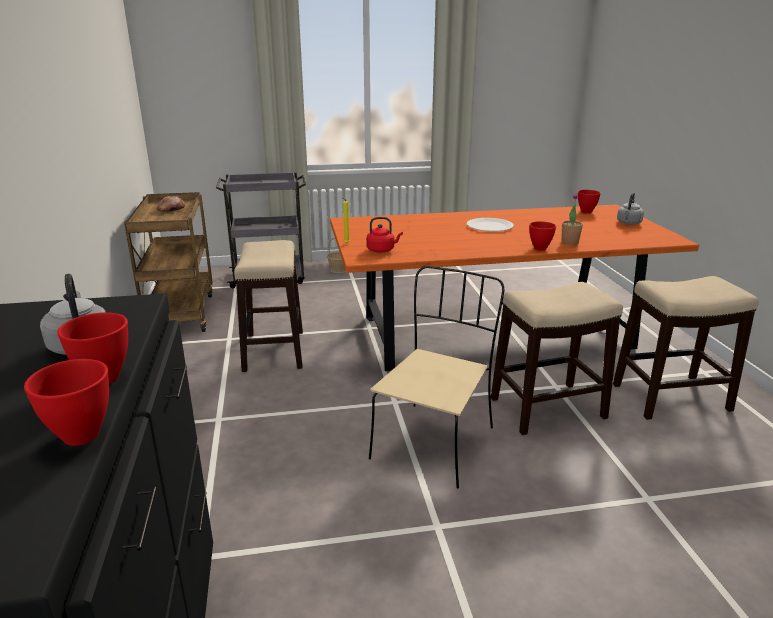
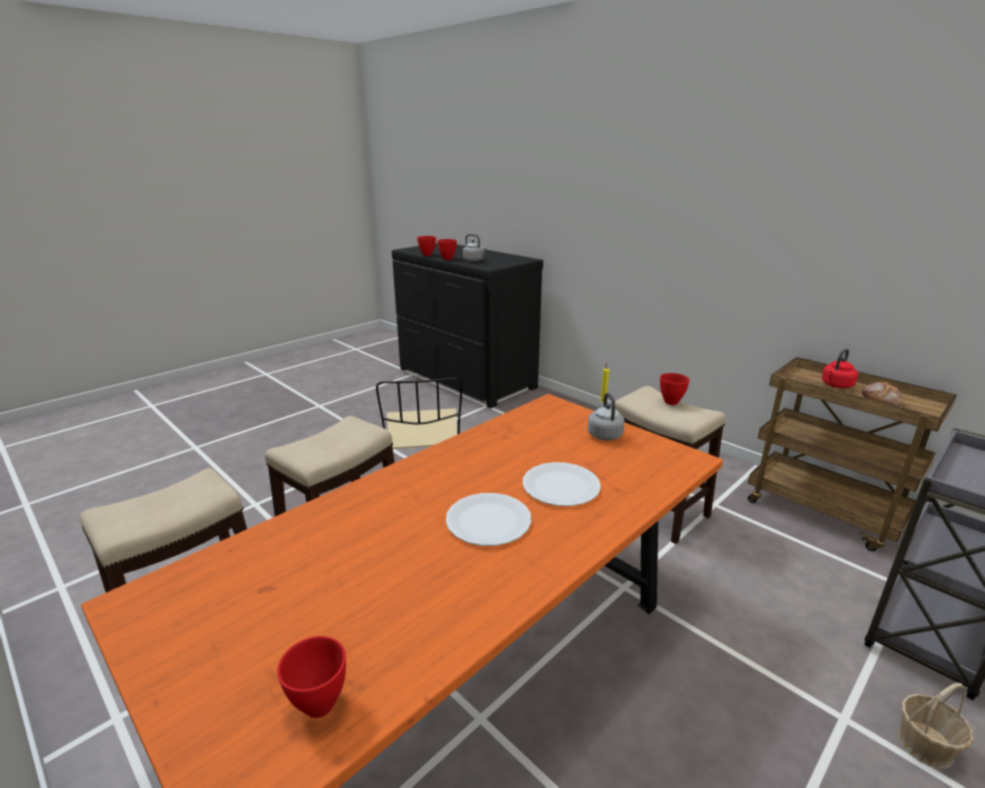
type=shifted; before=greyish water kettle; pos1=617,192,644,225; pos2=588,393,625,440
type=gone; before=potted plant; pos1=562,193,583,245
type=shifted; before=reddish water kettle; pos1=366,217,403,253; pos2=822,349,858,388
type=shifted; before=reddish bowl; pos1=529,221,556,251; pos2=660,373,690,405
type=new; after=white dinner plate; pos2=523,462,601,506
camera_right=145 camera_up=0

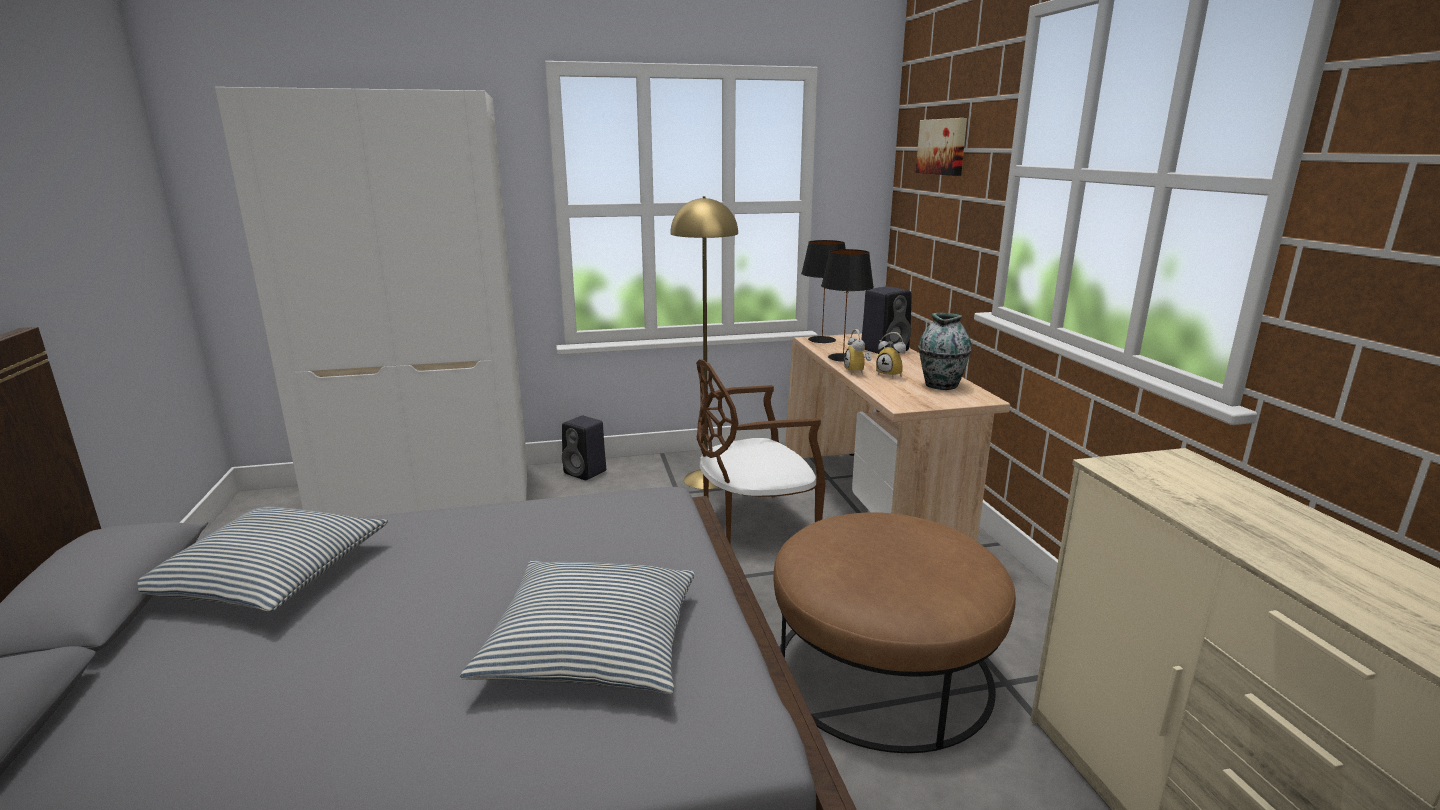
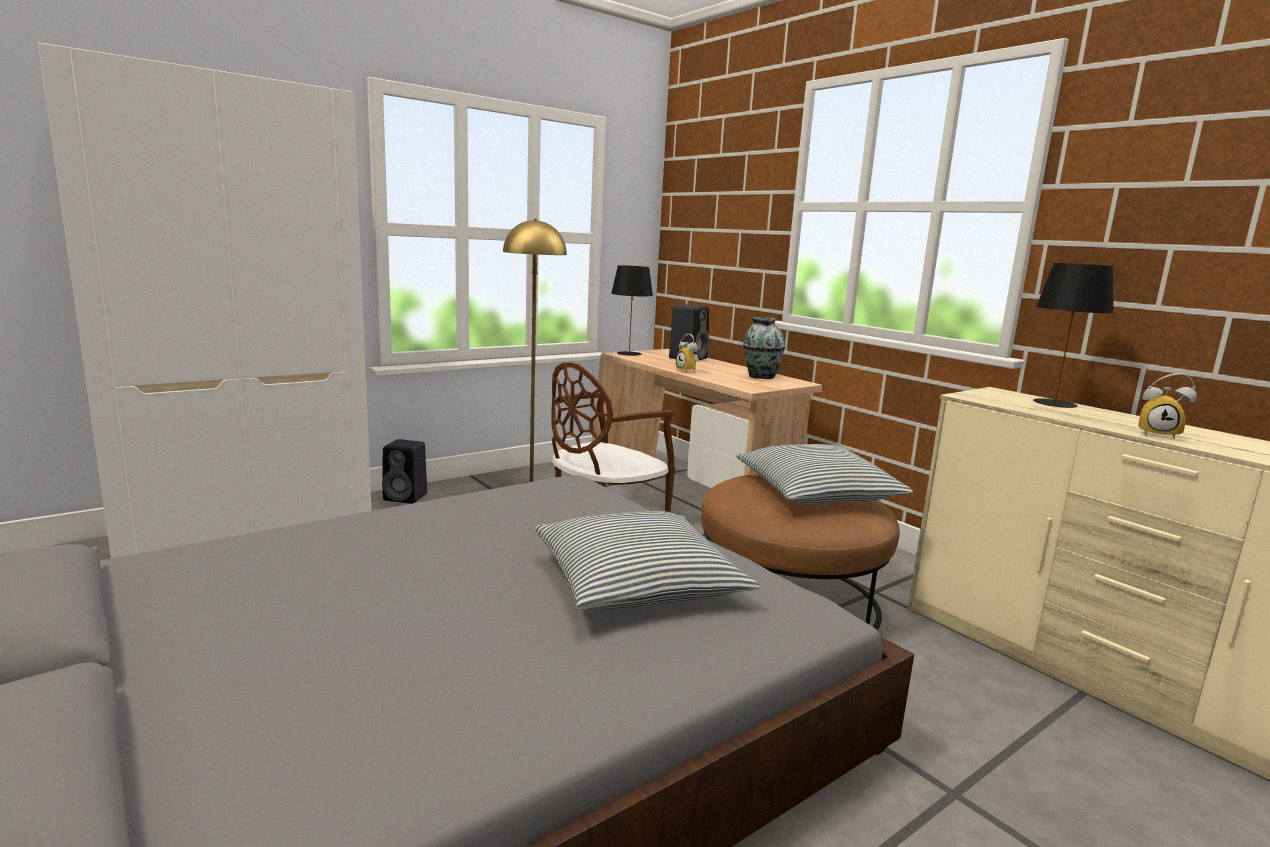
type=gone; before=wall picture; pos1=916,118,967,176
type=shifted; before=black lamp for a table; pos1=821,249,874,362; pos2=1033,263,1114,408
type=shifted; before=bedside clock; pos1=876,332,906,378; pos2=1138,373,1197,439
type=shifted; before=cushion; pos1=138,507,388,612; pos2=736,444,913,505
camera_right=-25 camera_up=-5

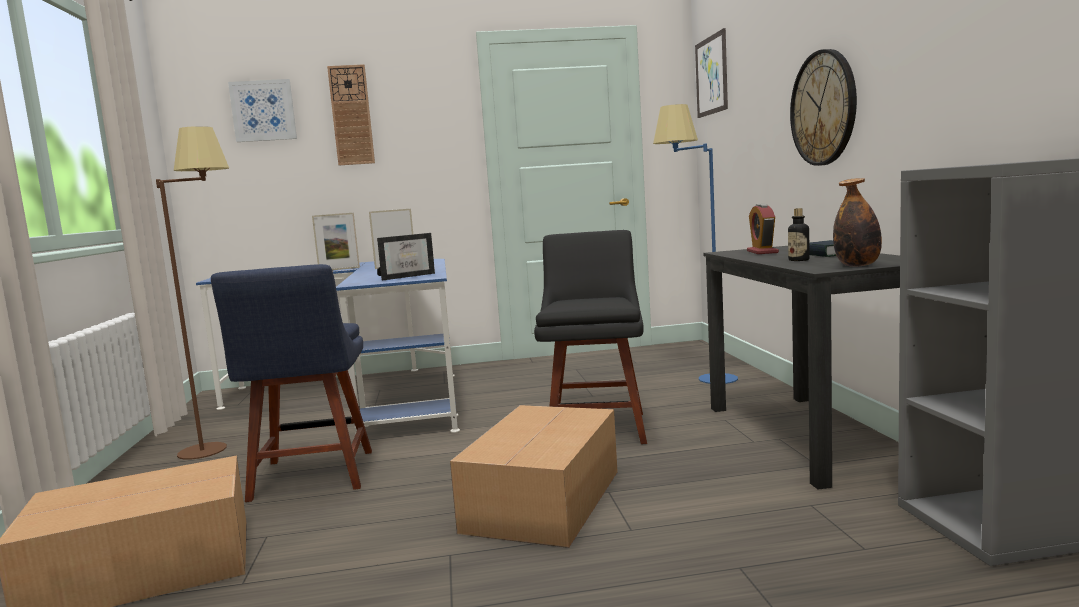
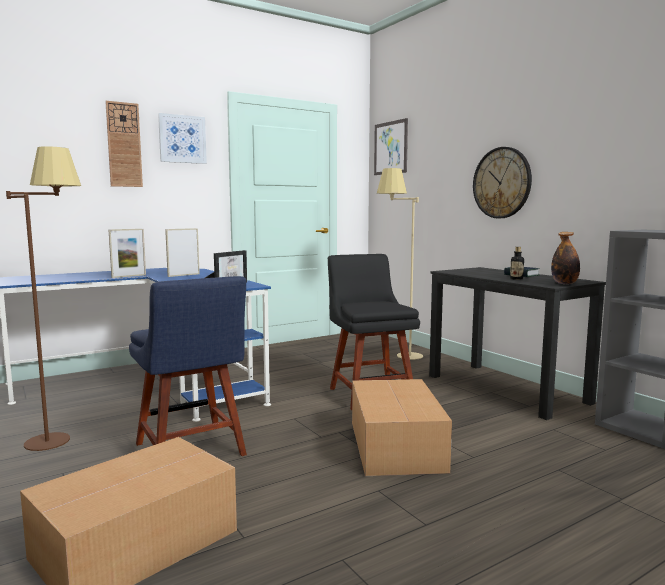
type=shifted; before=wall picture; pos1=228,79,297,142; pos2=158,113,207,164
type=repainted; before=blue standard lamp; after=sand-coloured standard lamp; pos1=653,104,738,384; pos2=377,168,423,360
type=gone; before=bedside clock; pos1=747,203,779,254
camera_right=-25 camera_up=0

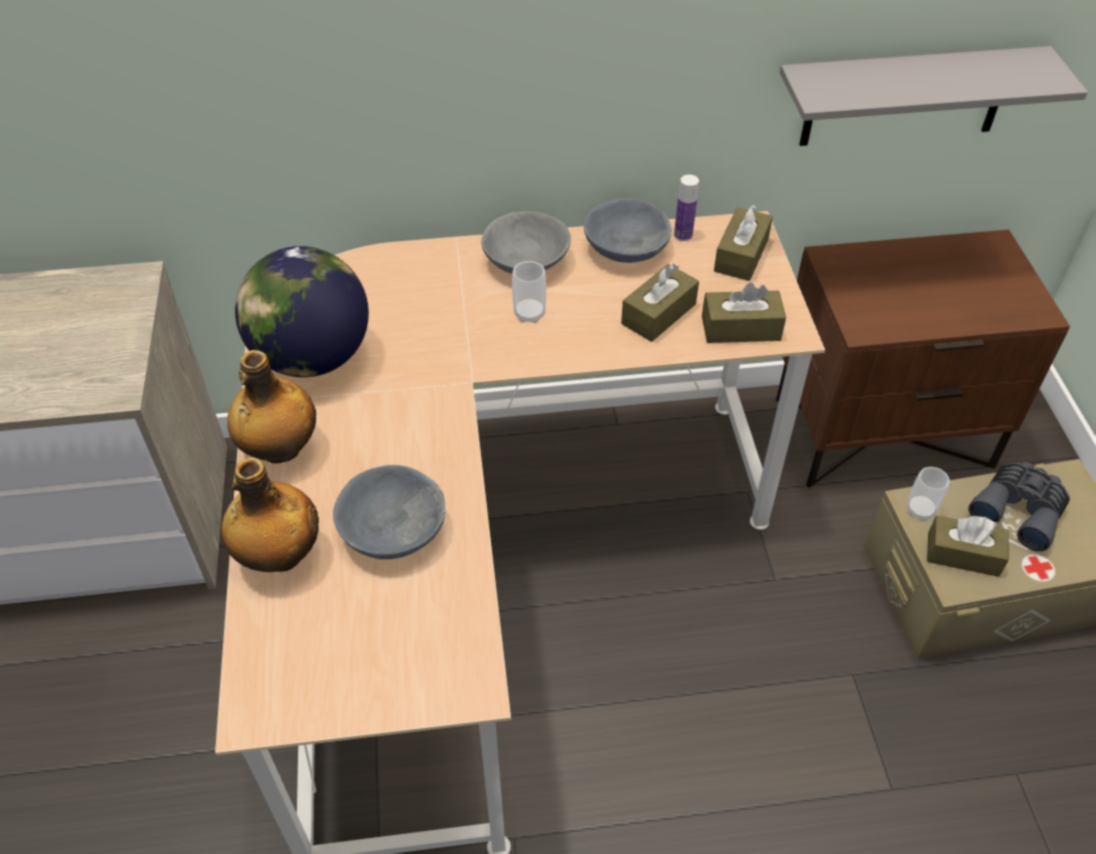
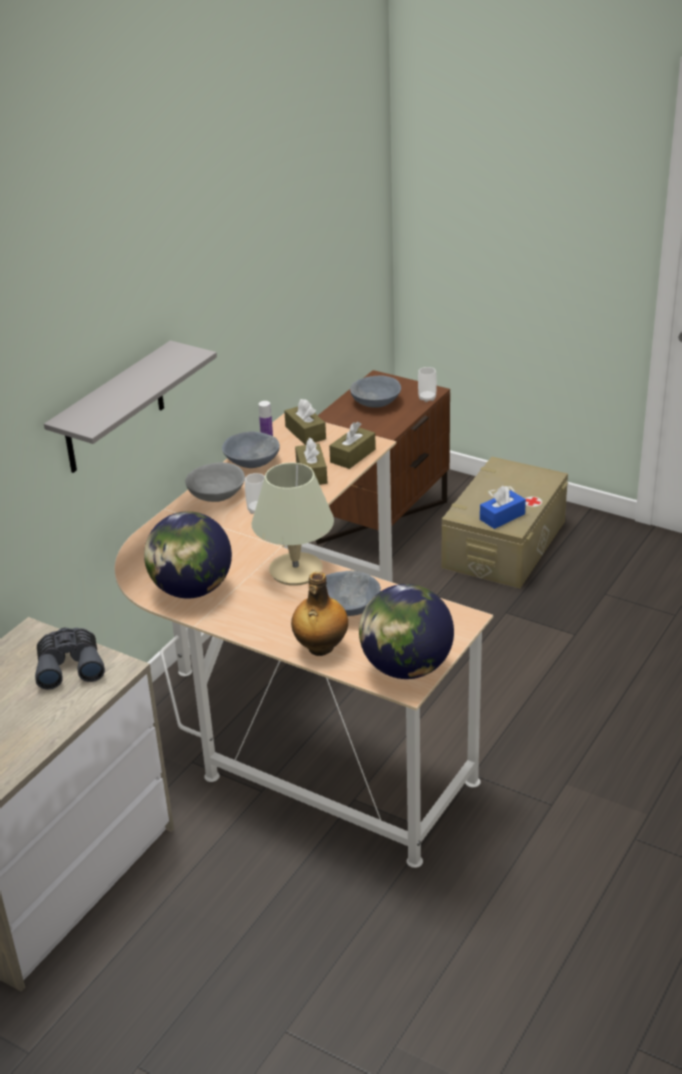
type=shifted; before=greyish wall shelf; pos1=780,46,1088,146; pos2=44,340,217,473
type=gone; before=drink bottle; pos1=227,350,316,463
type=shifted; before=greyish binoculars; pos1=968,462,1070,552; pos2=35,628,105,690
type=shifted; before=small cup; pos1=907,467,950,521; pos2=418,367,437,402
type=repainted; before=brown box of tissues; after=blue box of tissues; pos1=927,515,1009,577; pos2=480,486,526,529
type=new; after=greyish bowl; pos2=350,375,401,408
type=new; after=sand-coloured lamp for a table; pos2=251,463,334,586
type=new; after=globe; pos2=359,584,454,679
camera_right=-50 camera_up=-15

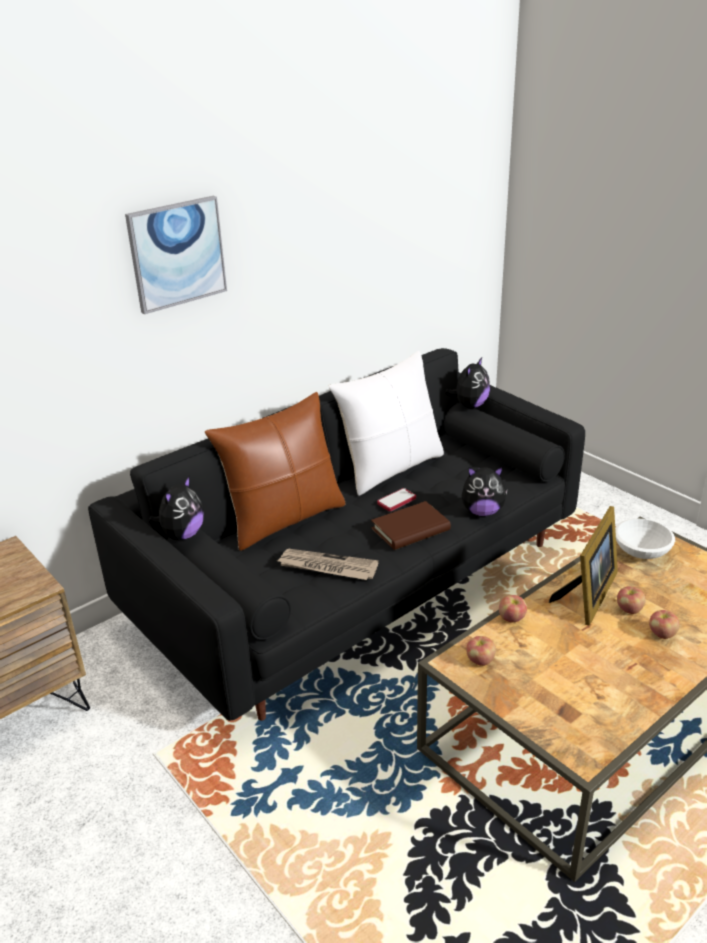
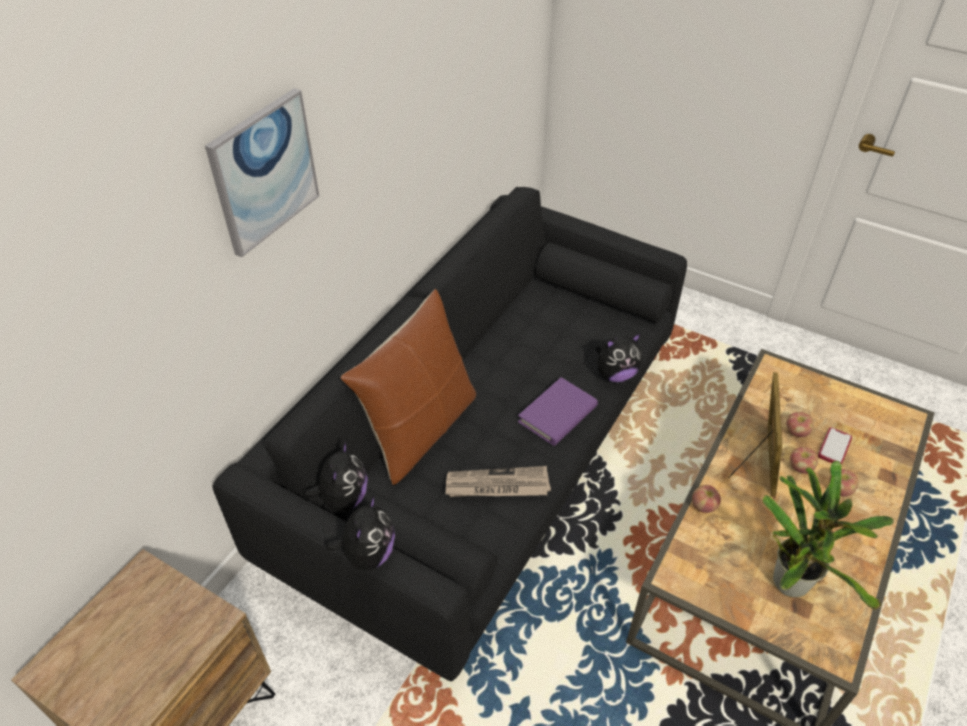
type=gone; before=white cushion; pos1=329,351,444,496
type=shifted; before=soft toy; pos1=446,357,490,408; pos2=326,495,395,570
type=shifted; before=telephone; pos1=377,488,416,511; pos2=818,427,852,465
type=repainted; before=brown book; after=purple-coloured book; pos1=371,501,451,550; pos2=518,377,598,446
type=gone; before=white bowl; pos1=615,519,675,559
type=shifted; before=whole apple; pos1=466,636,496,666; pos2=786,412,813,437
type=new; after=potted plant; pos2=762,461,895,610
camera_right=-20 camera_up=15

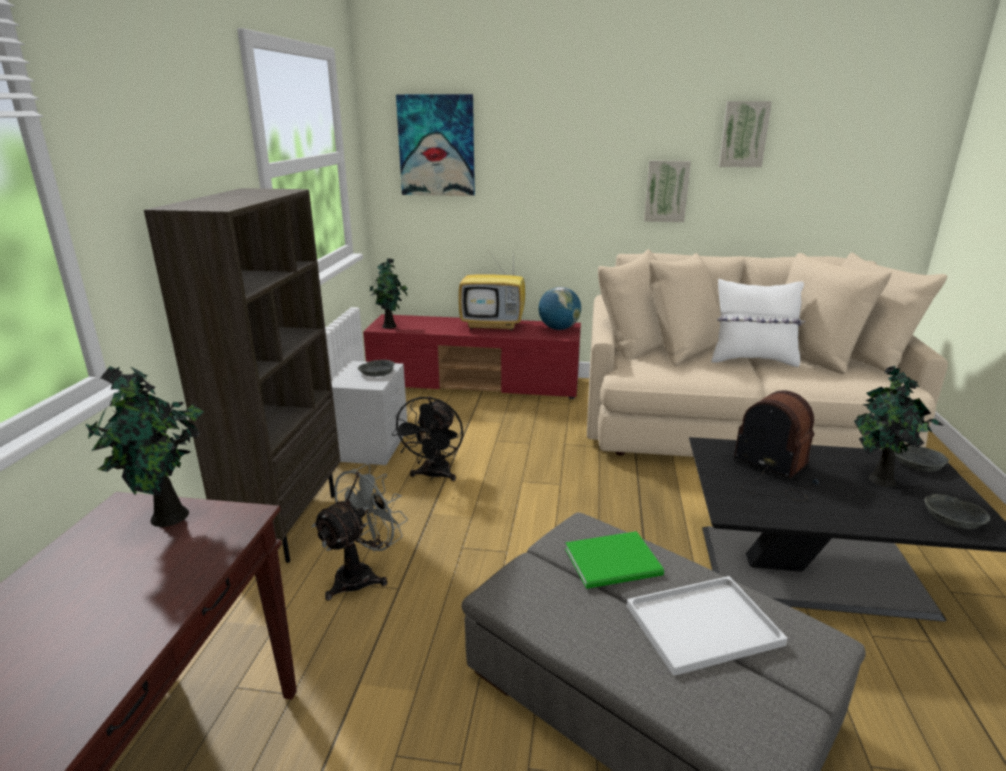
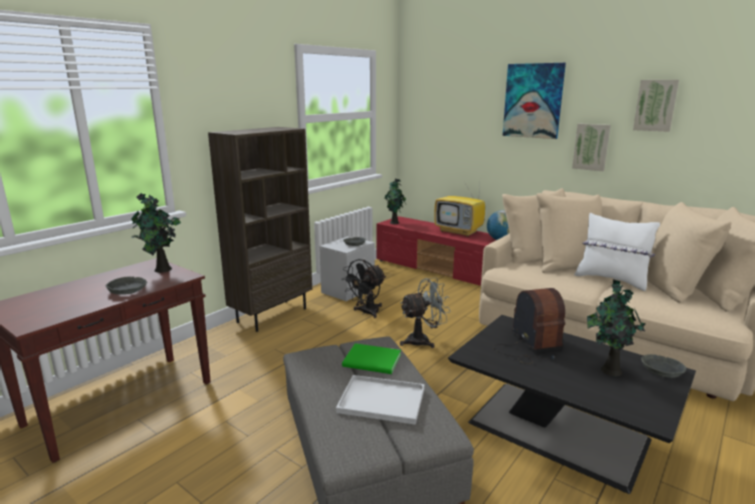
type=shifted; before=wall picture; pos1=396,94,475,196; pos2=503,63,566,139
type=shifted; before=greyish fan; pos1=312,464,408,601; pos2=400,278,451,348
type=shifted; before=greyish bowl; pos1=925,494,990,529; pos2=106,276,147,295
camera_right=30 camera_up=-5

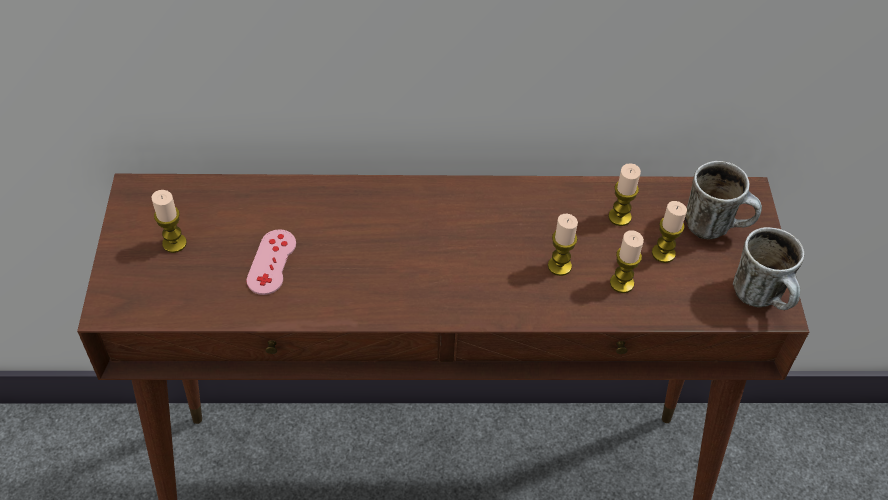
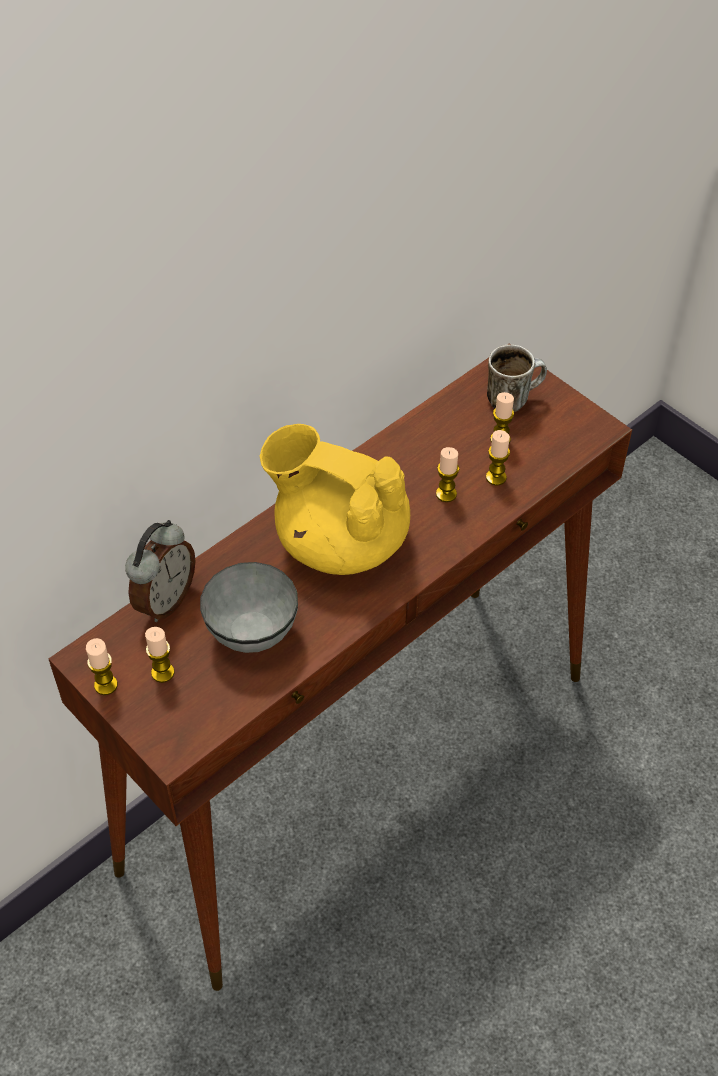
type=shifted; before=candle; pos1=608,163,641,226; pos2=86,638,118,695
type=gone; before=coffee mug; pos1=733,227,804,310
type=swapped; before=pink-coloured game controller; after=greyish bowl; pos1=246,229,296,295; pos2=200,562,298,653
type=new; after=yellowish tea pot; pos2=260,424,410,575
type=new; after=bedside clock; pos2=125,520,196,622
camera_right=-40 camera_up=0

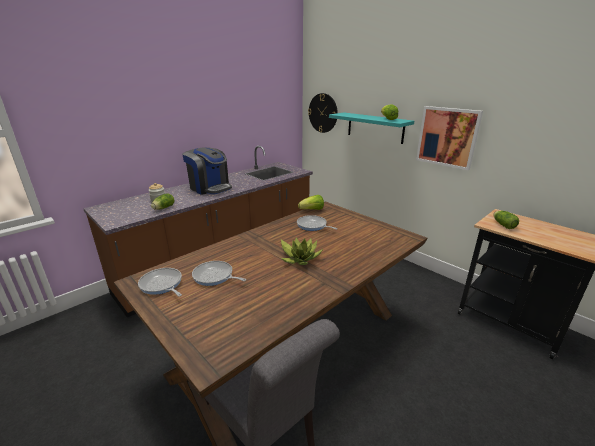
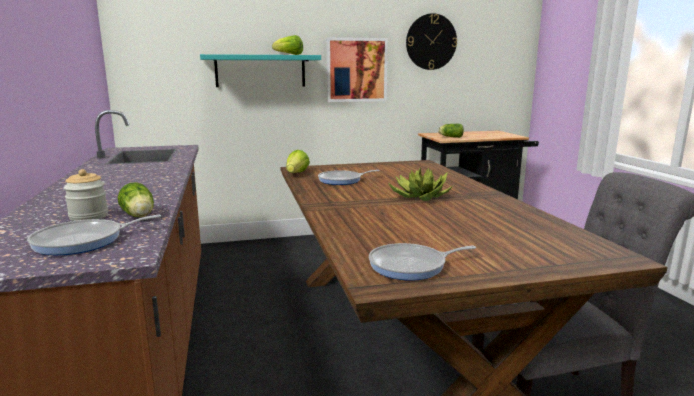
type=shifted; before=hanging clock; pos1=308,93,338,133; pos2=406,13,457,70
type=gone; before=coffee machine; pos1=182,147,232,195
type=shifted; before=skillet; pos1=192,261,246,286; pos2=27,215,161,255
camera_right=-60 camera_up=-10

